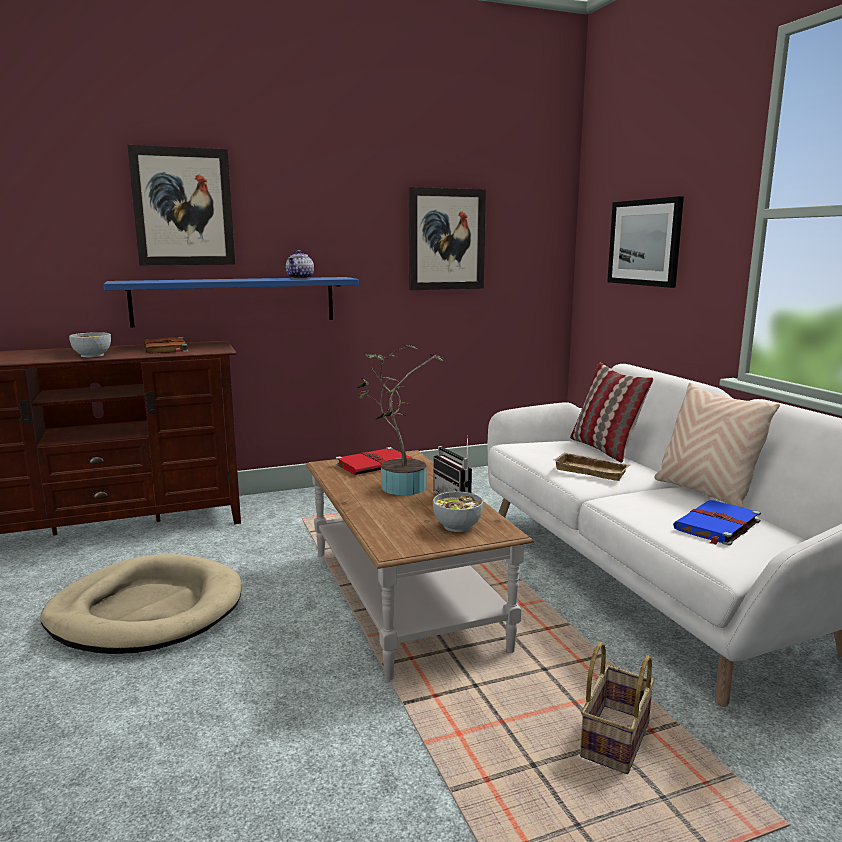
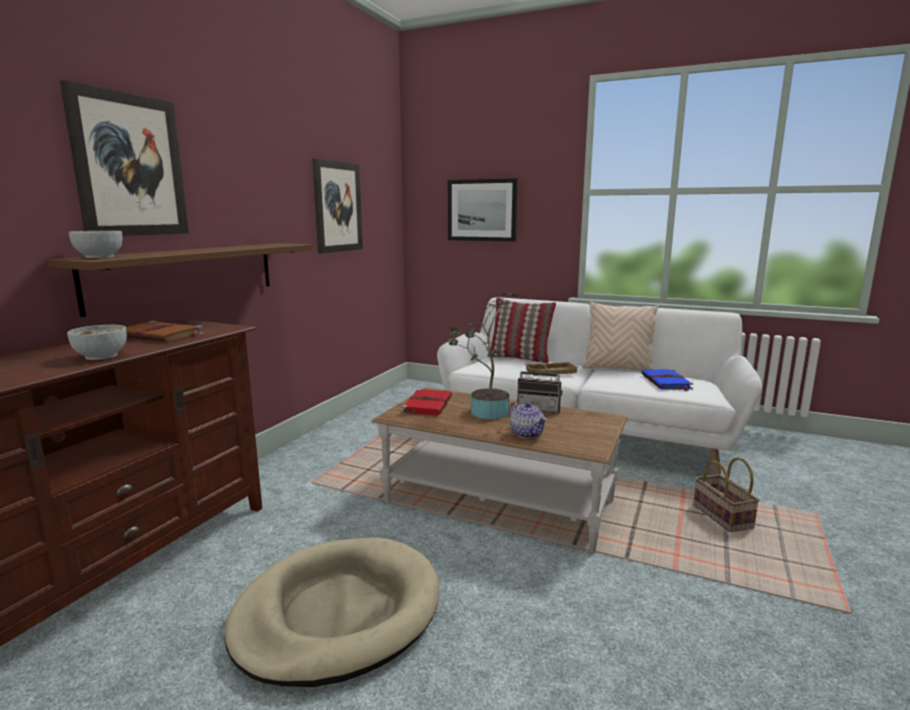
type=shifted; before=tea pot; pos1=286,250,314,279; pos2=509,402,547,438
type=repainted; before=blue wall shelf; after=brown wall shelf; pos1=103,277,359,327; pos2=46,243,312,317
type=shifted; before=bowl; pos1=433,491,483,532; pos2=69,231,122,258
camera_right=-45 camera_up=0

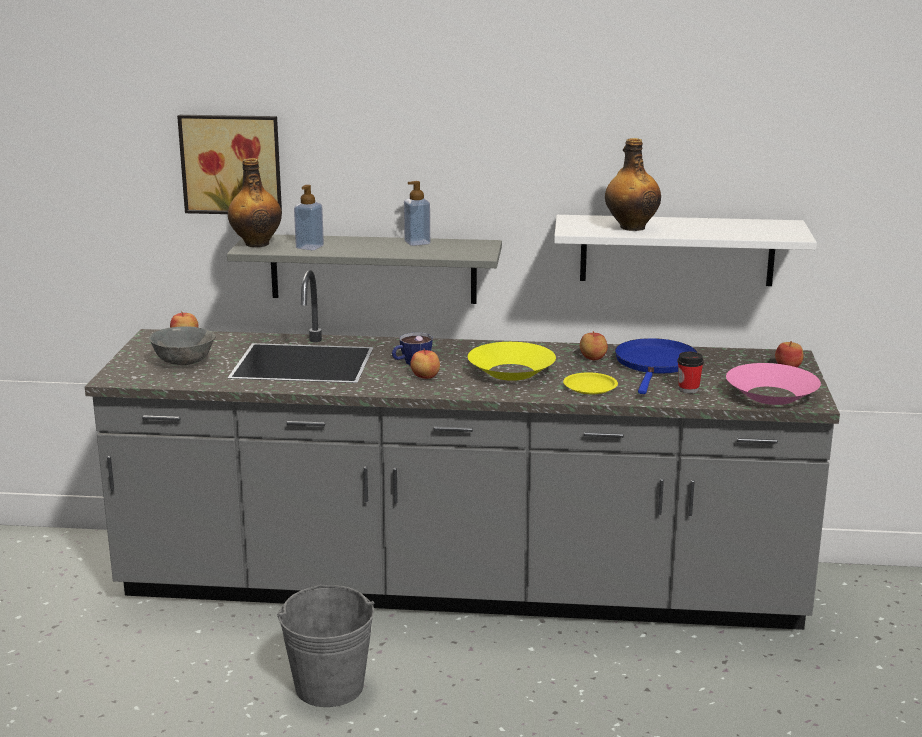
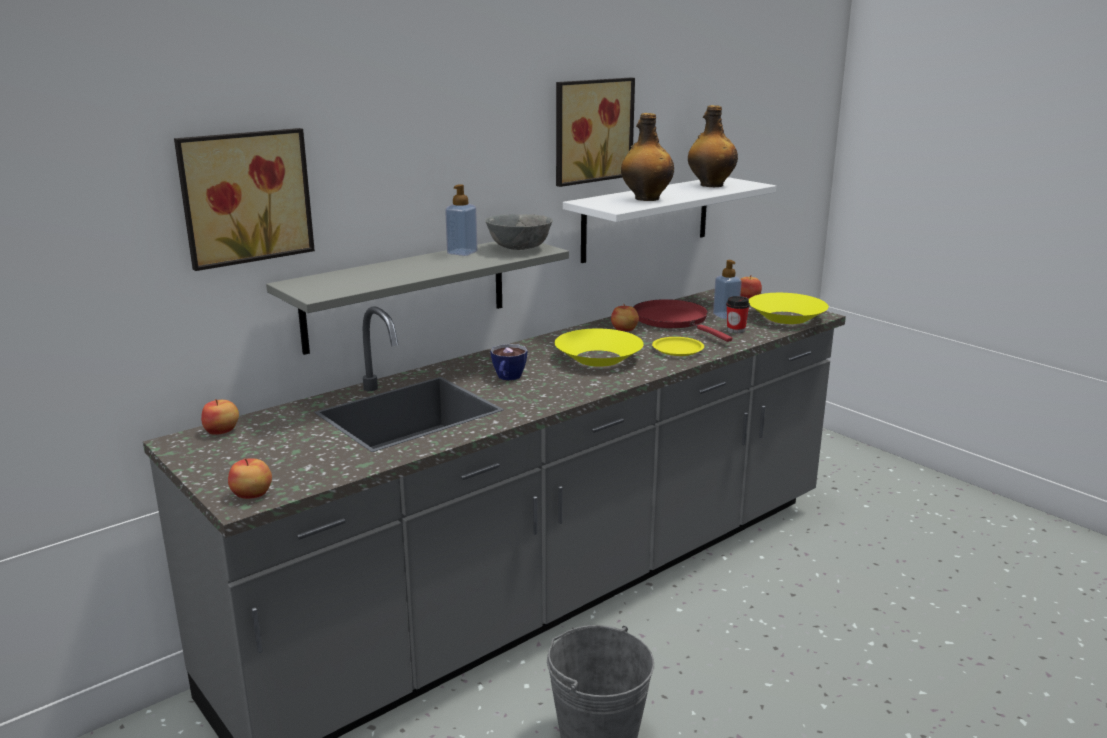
type=shifted; before=drink bottle; pos1=228,158,282,247; pos2=688,105,738,187
type=shifted; before=soap bottle; pos1=294,185,324,250; pos2=713,260,742,319
type=shifted; before=greyish bowl; pos1=149,326,216,365; pos2=485,214,553,250
type=repainted; before=blue skillet; after=reddish skillet; pos1=615,338,698,394; pos2=633,299,733,342
type=shifted; before=whole apple; pos1=410,349,440,379; pos2=228,458,272,499
type=repainted; before=pink-coloured bowl; after=yellowish bowl; pos1=726,363,821,405; pos2=749,293,829,324
type=new; after=wall picture; pos2=556,78,635,187
camera_right=-45 camera_up=0

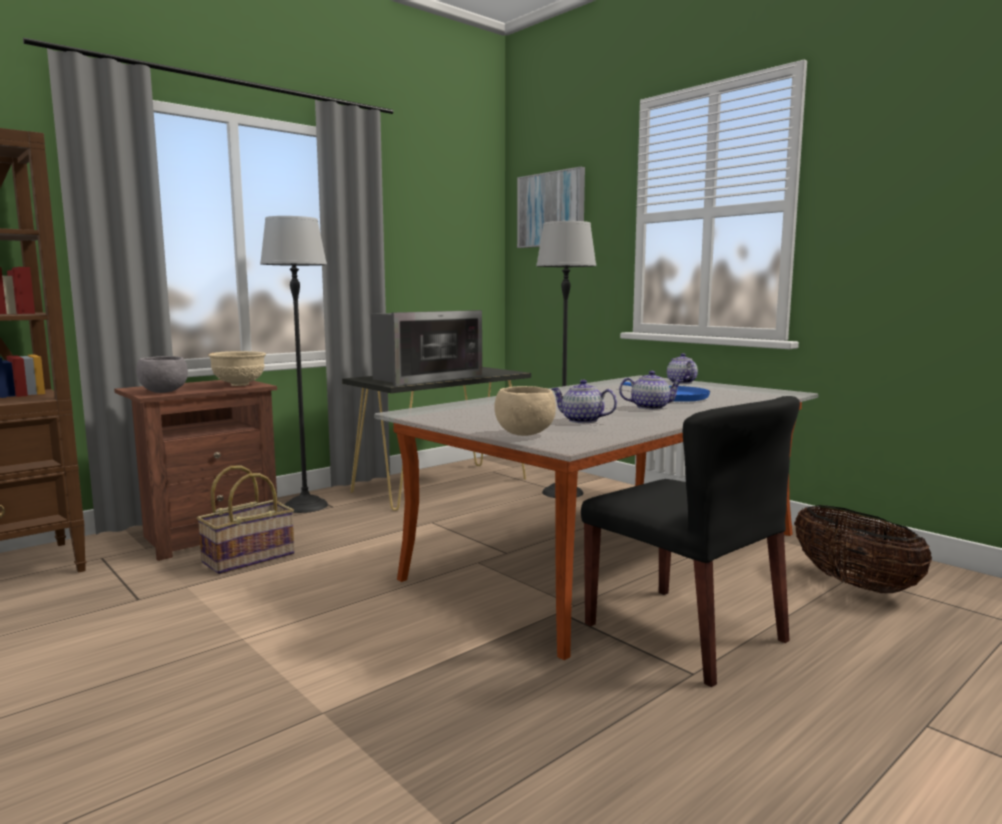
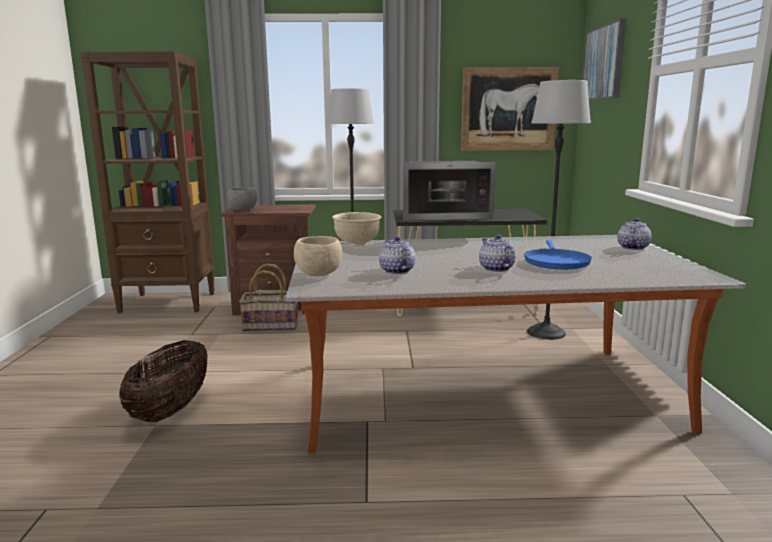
type=shifted; before=sand-coloured bowl; pos1=208,351,266,386; pos2=332,212,381,246
type=rotated; before=tea pot; pos1=619,371,683,410; pos2=479,234,516,272; turn=-150
type=gone; before=black chair; pos1=581,396,800,687
type=shifted; before=household basket; pos1=794,505,932,593; pos2=119,340,207,422
type=new; after=wall picture; pos2=461,67,559,151
camera_right=40 camera_up=5

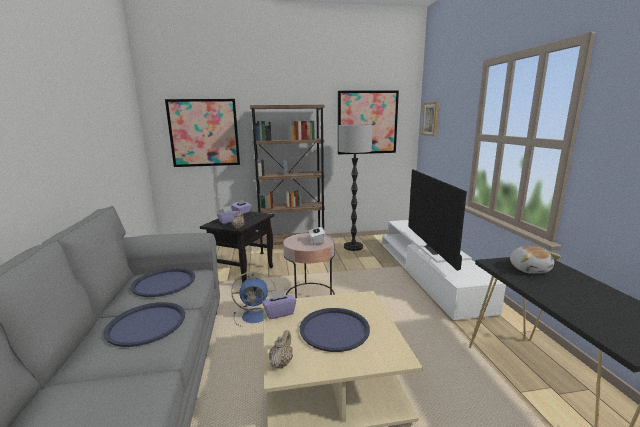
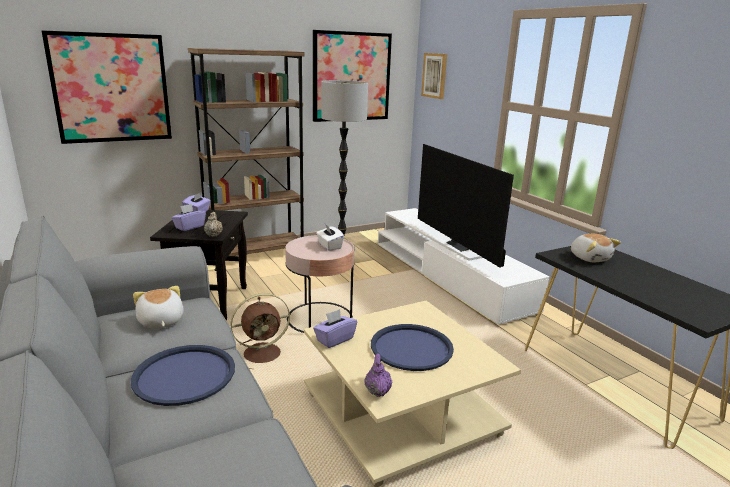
type=swapped; before=blue serving tray; after=soft toy; pos1=130,268,195,297; pos2=133,286,184,329
type=repainted; before=blue fan; after=brown fan; pos1=231,271,276,327; pos2=230,293,290,369
type=repainted; before=sand-coloured tea pot; after=purple-coloured tea pot; pos1=269,330,293,368; pos2=365,353,393,397
camera_right=-20 camera_up=5

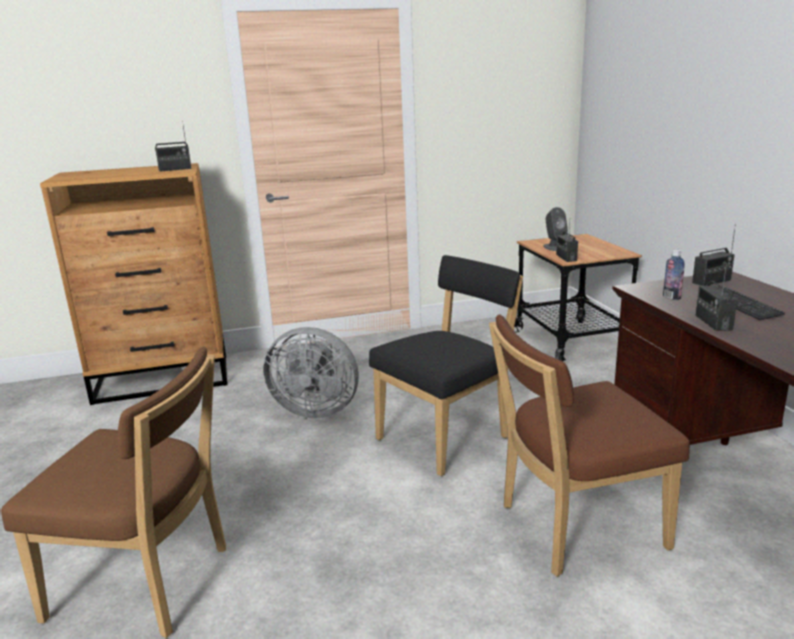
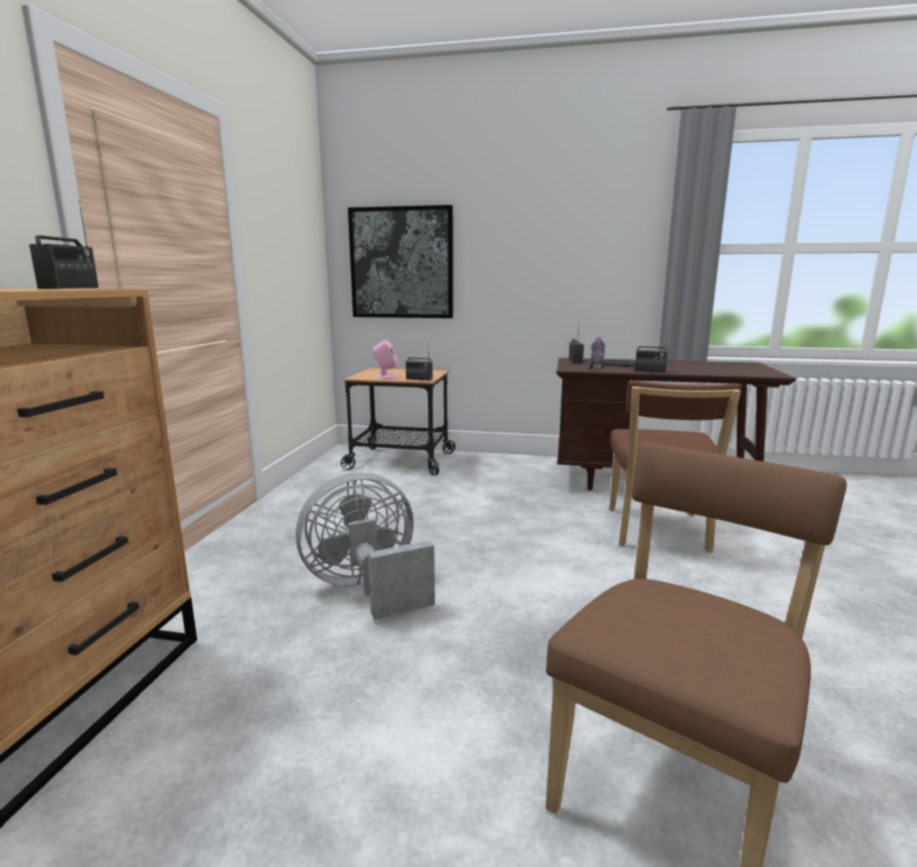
type=repainted; before=greyish loudspeaker; after=pink-coloured loudspeaker; pos1=543,207,568,251; pos2=373,340,399,378
type=gone; before=black chair; pos1=369,255,523,476
type=rotated; before=greyish fan; pos1=263,327,359,419; pos2=296,472,435,620; turn=-150
type=new; after=wall picture; pos2=348,205,453,318
camera_right=-65 camera_up=-5

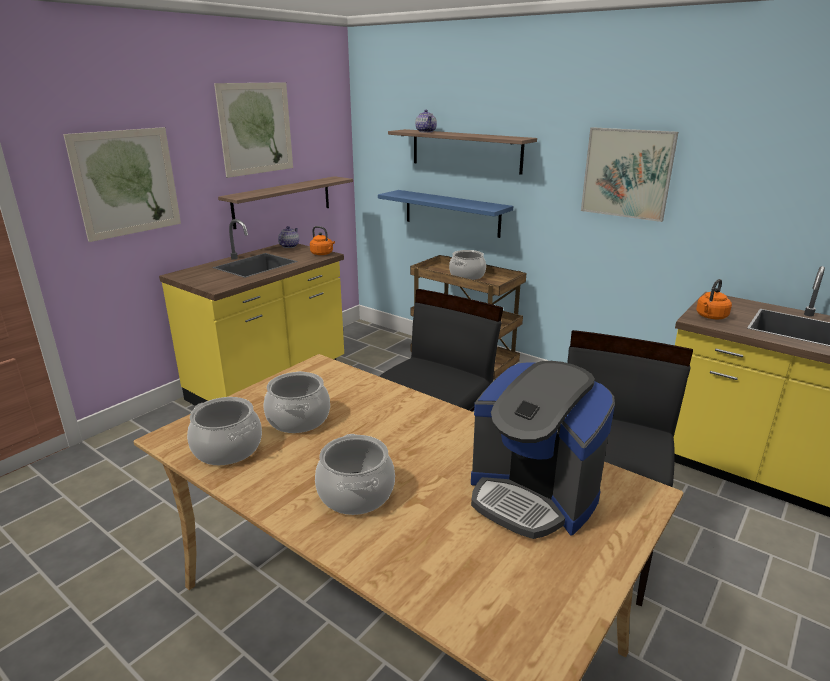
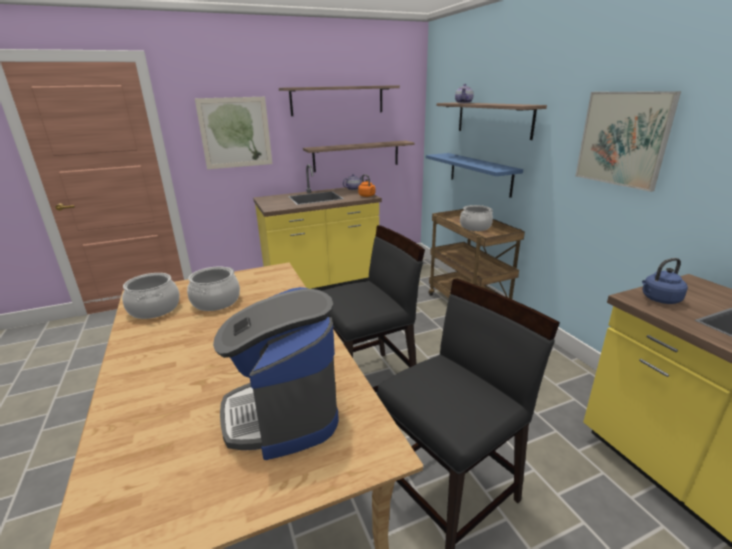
type=swapped; before=wall picture; after=wall shelf; pos1=214,82,293,178; pos2=279,85,400,116
type=repainted; before=orange water kettle; after=blue water kettle; pos1=696,279,732,319; pos2=642,258,688,304
type=gone; before=stockpot; pos1=315,434,395,515
camera_right=30 camera_up=0

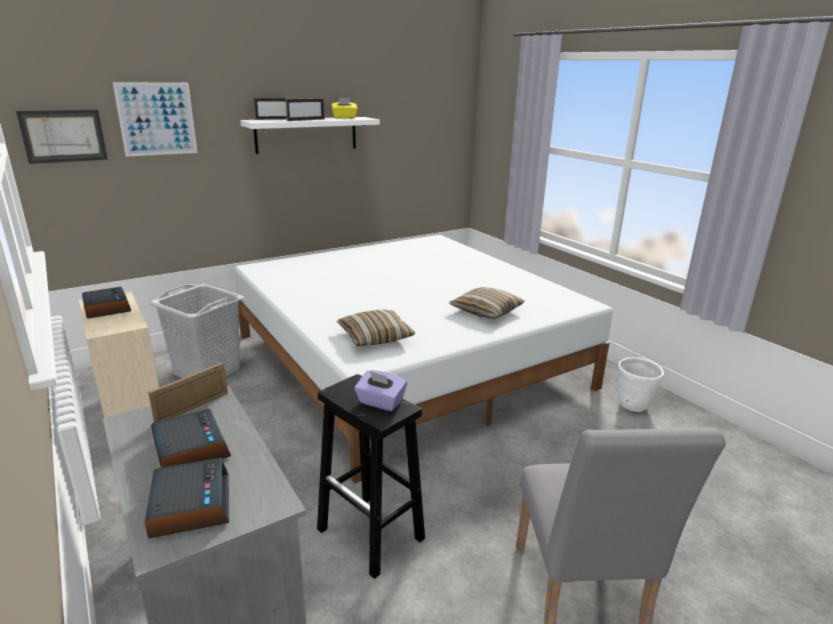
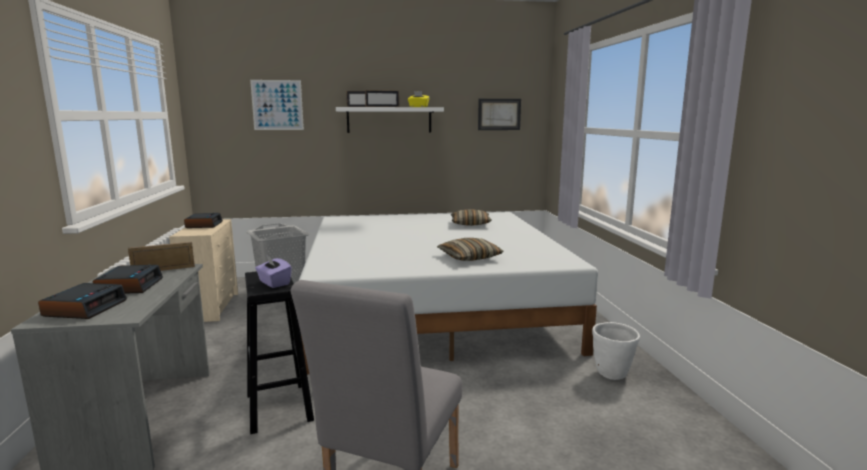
type=shifted; before=wall picture; pos1=16,110,108,164; pos2=478,99,521,130
type=shifted; before=cushion; pos1=337,310,415,346; pos2=451,209,492,226
camera_right=25 camera_up=-10

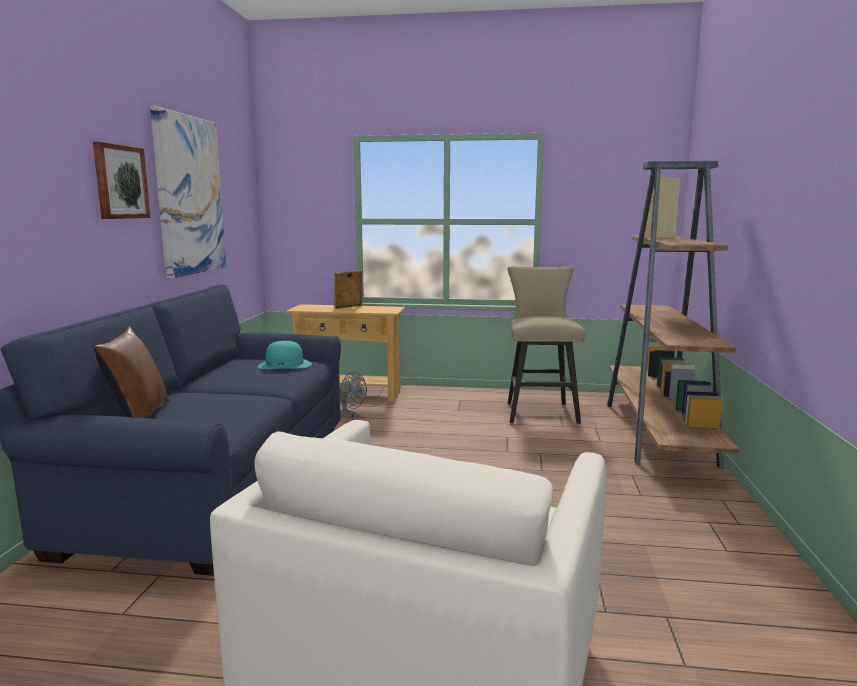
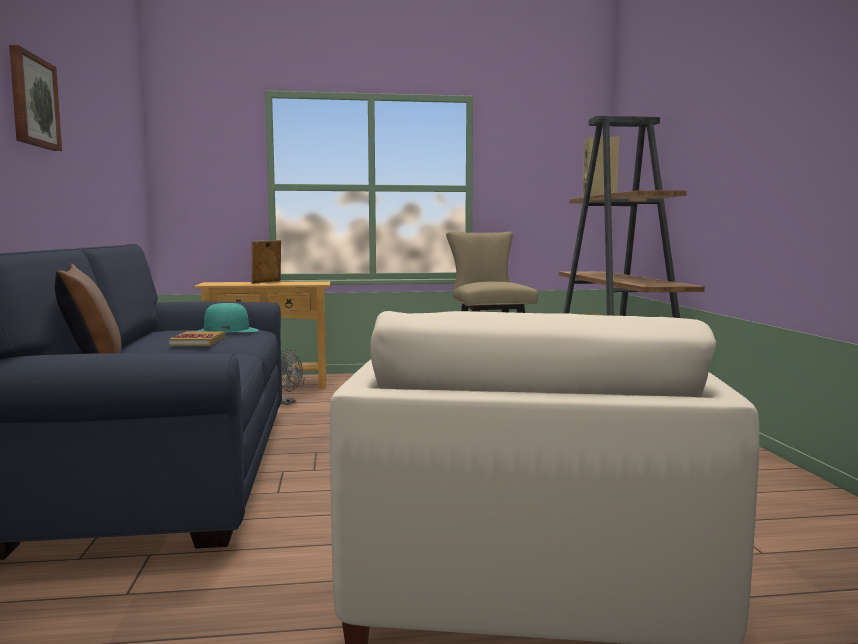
type=gone; before=wall picture; pos1=150,106,226,279
type=new; after=book; pos2=169,331,225,346
camera_right=-15 camera_up=-5

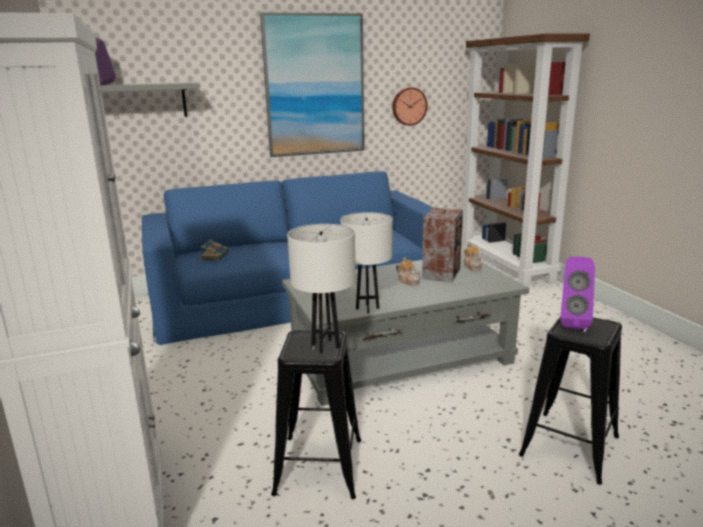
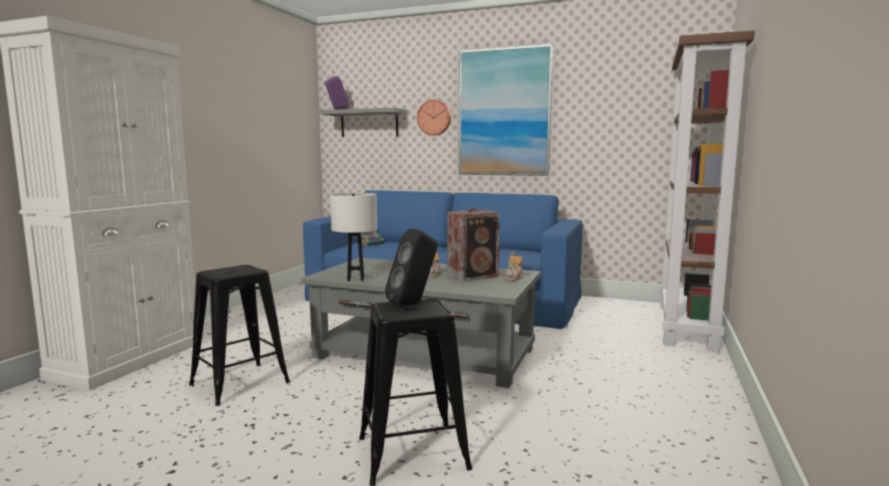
type=shifted; before=hanging clock; pos1=392,87,428,126; pos2=417,100,451,136
type=gone; before=white lamp for a table; pos1=287,224,356,354
type=repainted; before=purple-coloured loudspeaker; after=black loudspeaker; pos1=561,257,595,329; pos2=385,229,438,306
camera_right=40 camera_up=-10

